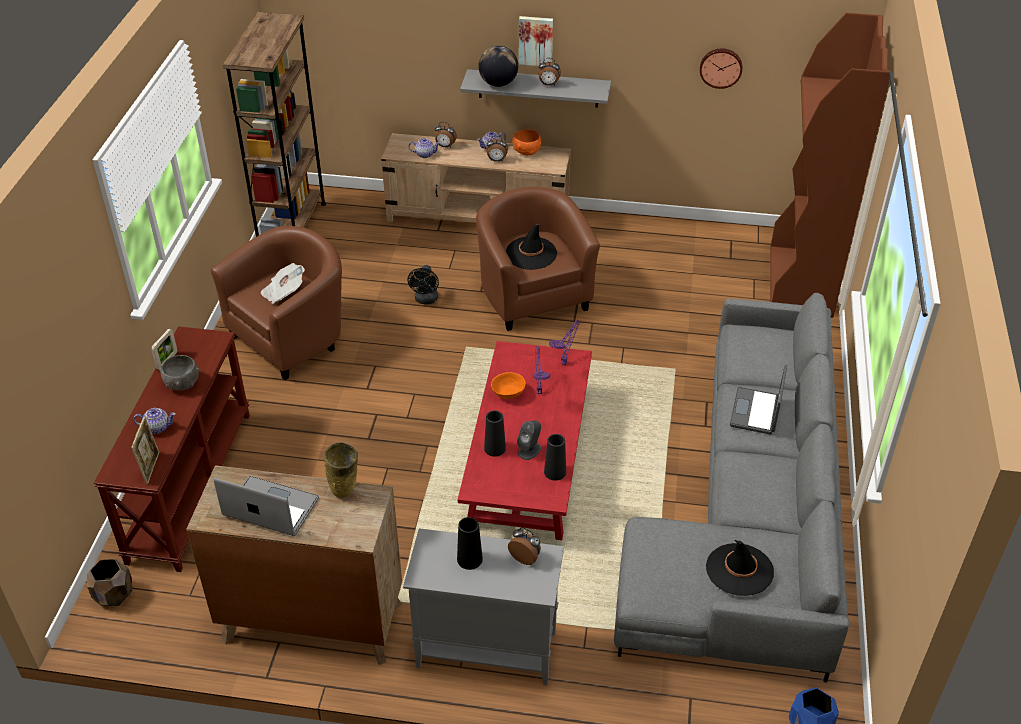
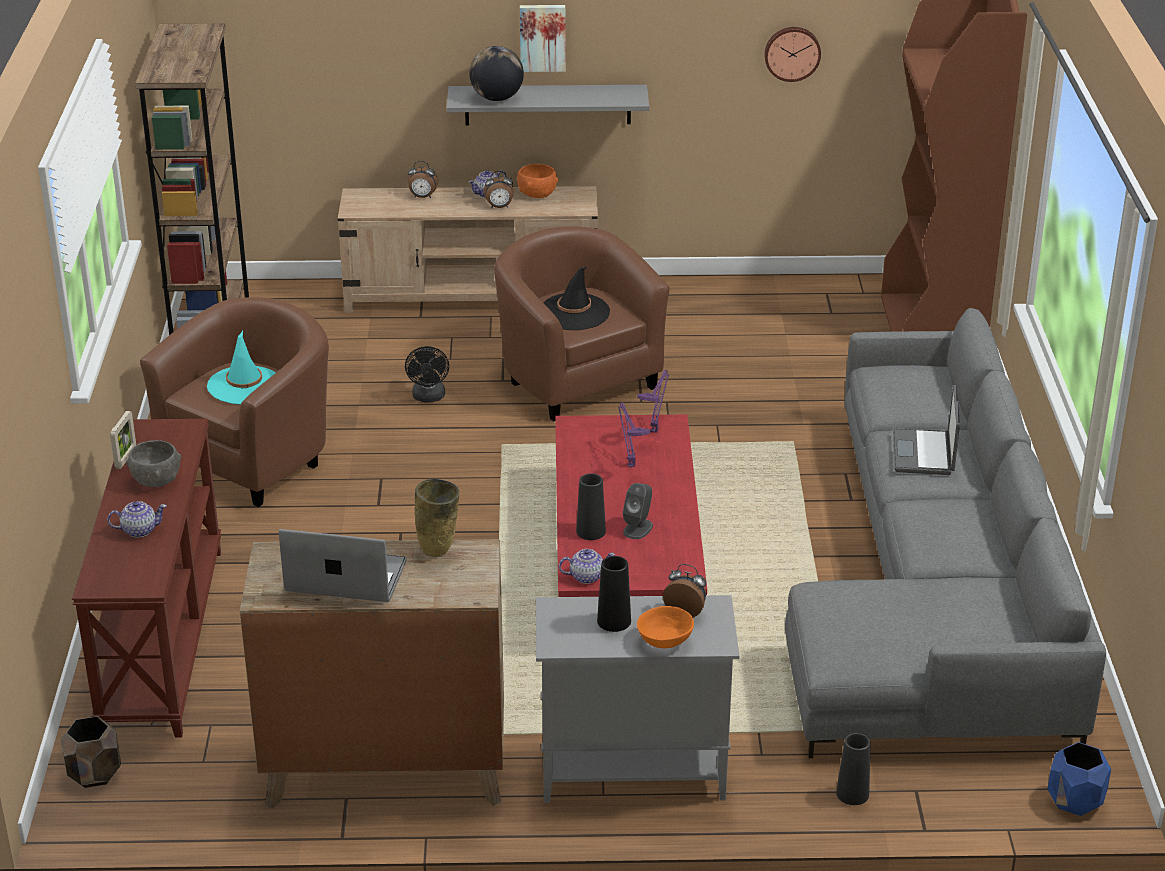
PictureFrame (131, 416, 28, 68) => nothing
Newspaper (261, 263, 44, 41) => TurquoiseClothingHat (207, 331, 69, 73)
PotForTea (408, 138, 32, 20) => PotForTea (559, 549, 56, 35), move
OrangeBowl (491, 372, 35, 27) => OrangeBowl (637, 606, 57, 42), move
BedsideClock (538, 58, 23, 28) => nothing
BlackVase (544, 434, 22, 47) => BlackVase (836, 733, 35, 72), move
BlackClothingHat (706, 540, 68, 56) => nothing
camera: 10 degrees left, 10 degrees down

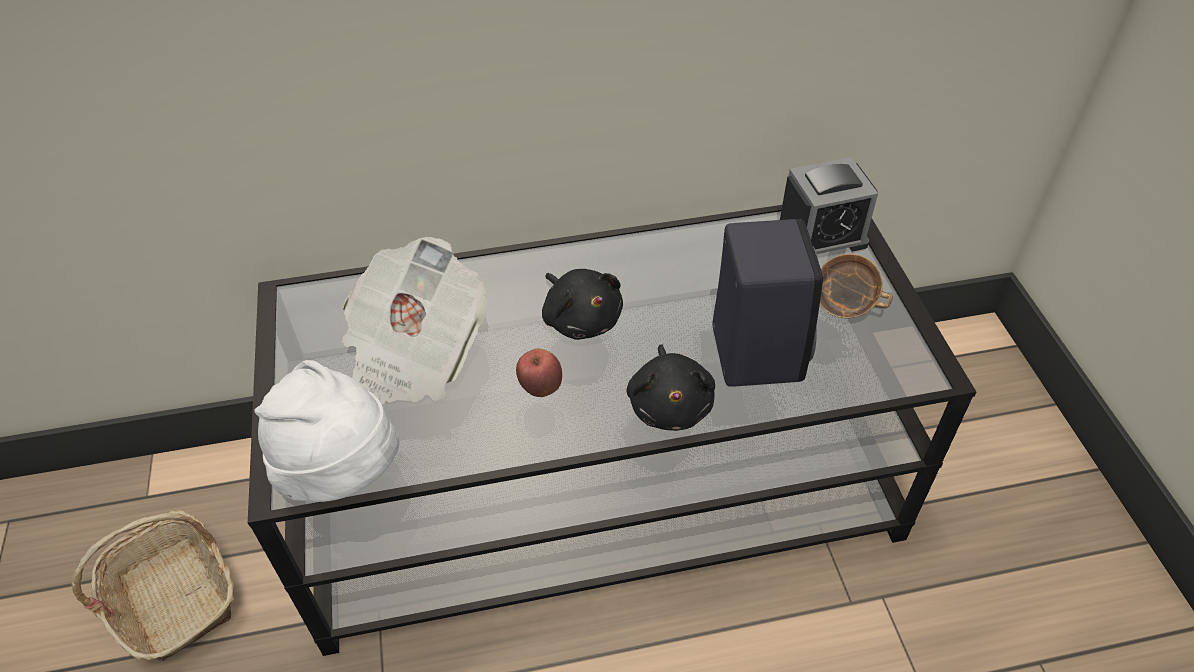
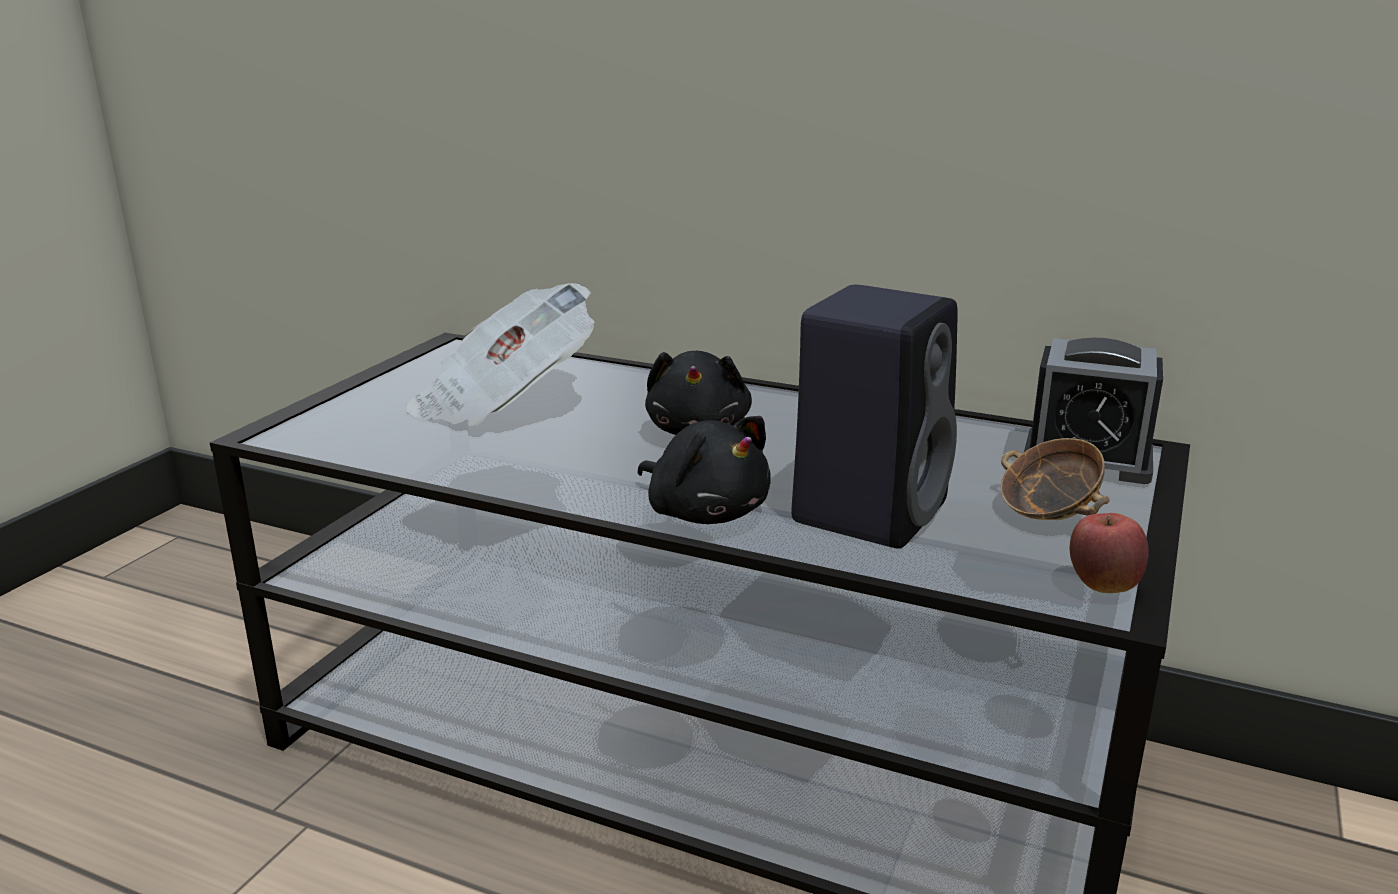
Basket (72, 510, 162, 151) => nothing
WhiteClothingHat (255, 360, 144, 142) => nothing
Apple (516, 348, 46, 49) => Apple (1070, 513, 79, 80), move
BlackPlushToy (627, 344, 88, 87) => BlackPlushToy (637, 416, 134, 108), 75 degrees counterclockwise
camera: 35 degrees right, 25 degrees down

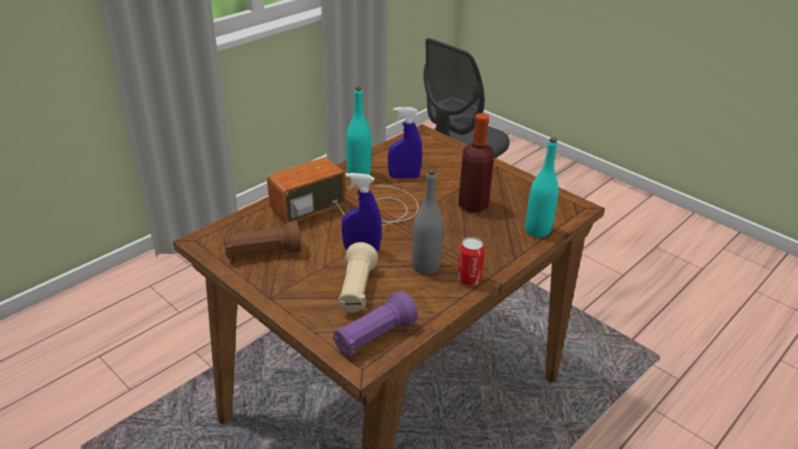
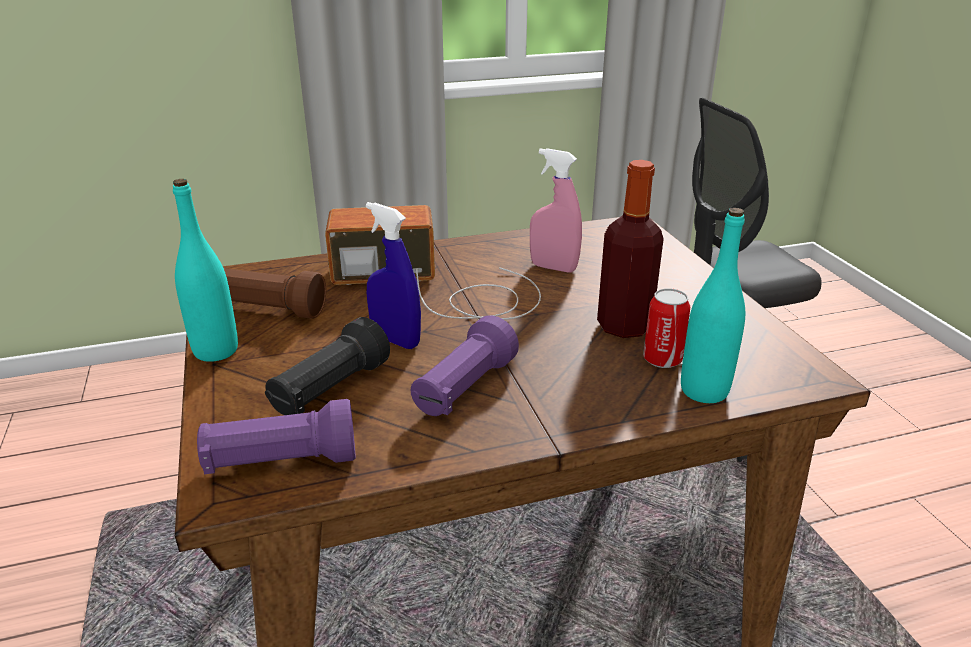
BeigeHandTorch (338, 242, 40, 71) => BlackHandTorch (265, 317, 125, 98)
TurquoiseBottle (346, 86, 25, 89) => TurquoiseBottle (173, 179, 65, 183), move
BlueColouredSprayBottle (388, 107, 34, 72) => PinkColouredSprayBottle (530, 148, 52, 125)
GreyishBottle (412, 169, 32, 106) => PurpleHandTorch (411, 315, 108, 101)
MetalCan (457, 237, 28, 49) => MetalCan (643, 288, 47, 80), move
camera: 30 degrees right, 5 degrees down

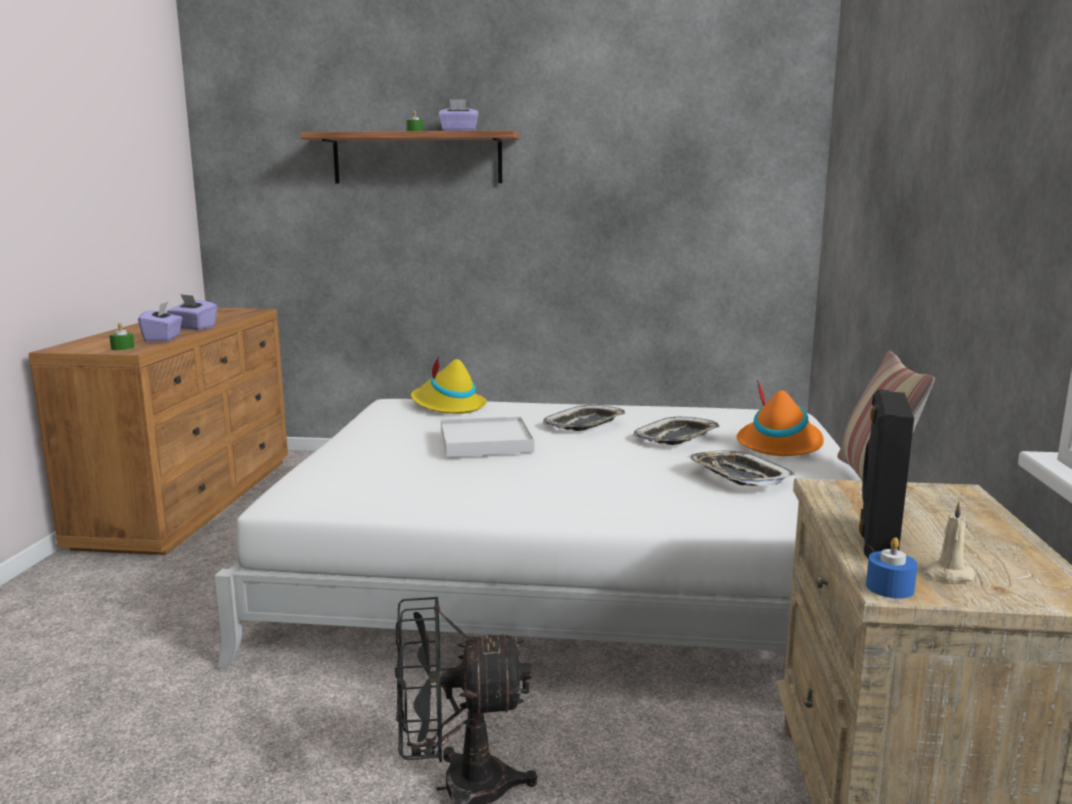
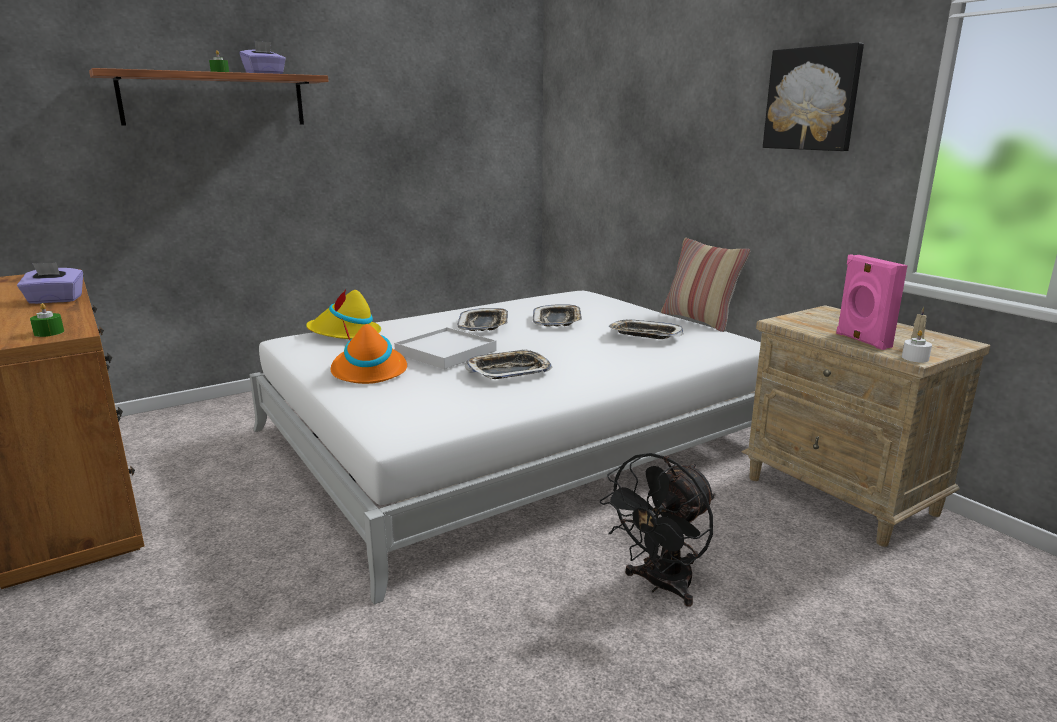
PurpleBoxOfTissues (138, 302, 44, 40) => nothing
OrangeClothingHat (737, 380, 87, 76) => OrangeClothingHat (331, 318, 76, 66), move
BlackSpeaker (859, 389, 55, 170) => PinkColouredSpeaker (836, 254, 72, 96)
BlueColouredWaxCandle (866, 537, 52, 62) => WhiteWaxCandle (902, 330, 30, 33)
nothing => Tray (465, 349, 87, 30)
nothing => Picture (763, 43, 101, 108)
camera: 40 degrees left, 5 degrees up

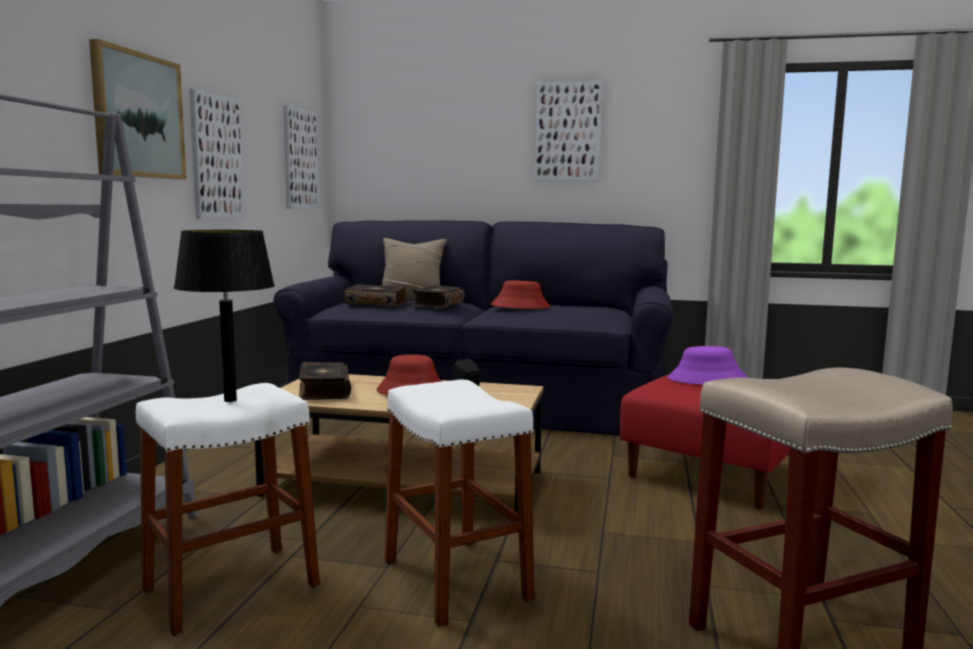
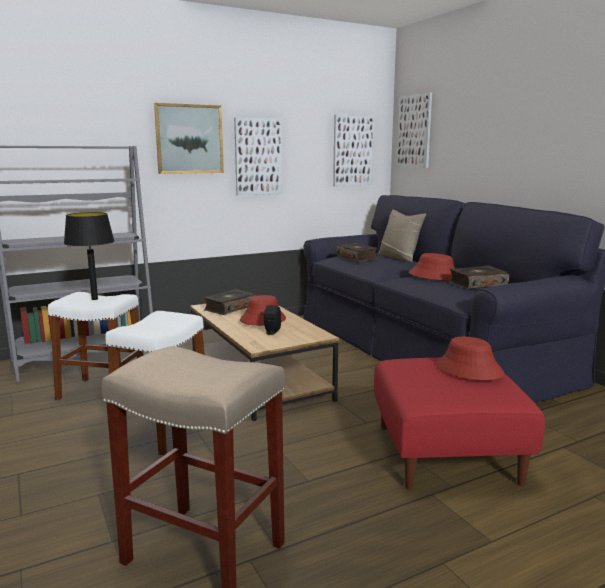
Volume (412, 285, 52, 23) => Volume (449, 265, 60, 24), move
Picture (535, 81, 67, 100) => Picture (397, 92, 35, 76), move
PurpleClothingHat (668, 346, 80, 39) => RedColouredClothingHat (436, 337, 68, 43)
camera: 50 degrees right, 5 degrees up

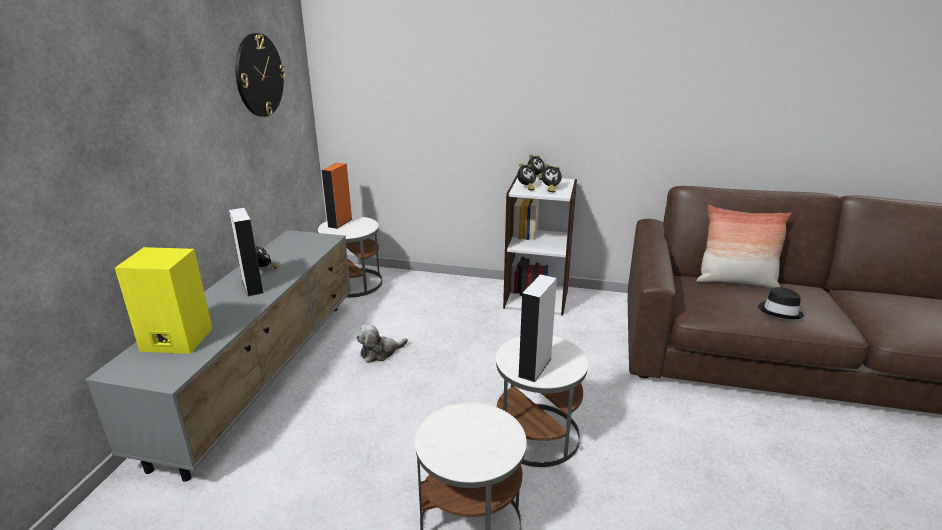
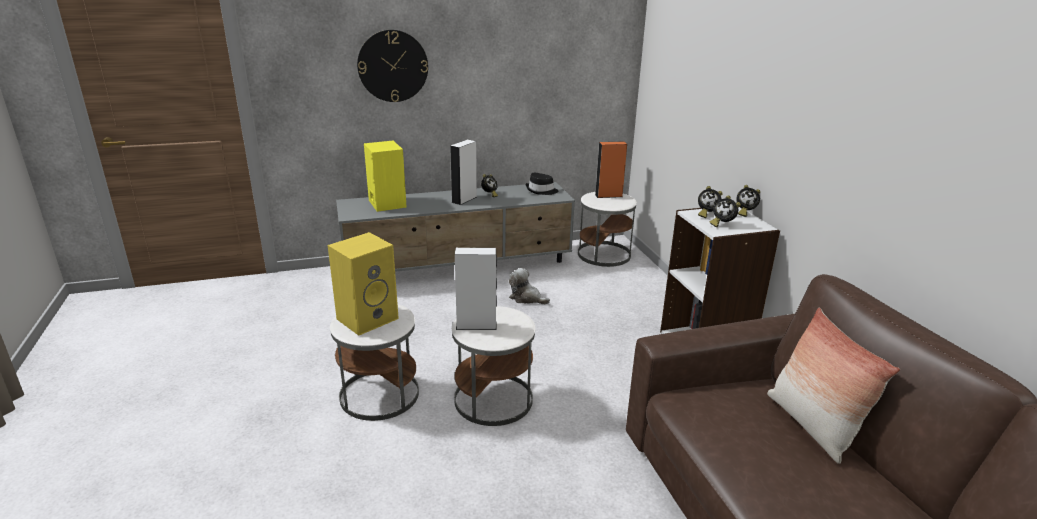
WallClock (235, 33, 50, 84) => WallClock (357, 30, 71, 72), move
BlackClothingHat (758, 287, 46, 32) => BlackClothingHat (526, 173, 32, 22), move
nothing => YellowColouredSpeaker (328, 232, 71, 104)
camera: 60 degrees right, 0 degrees up

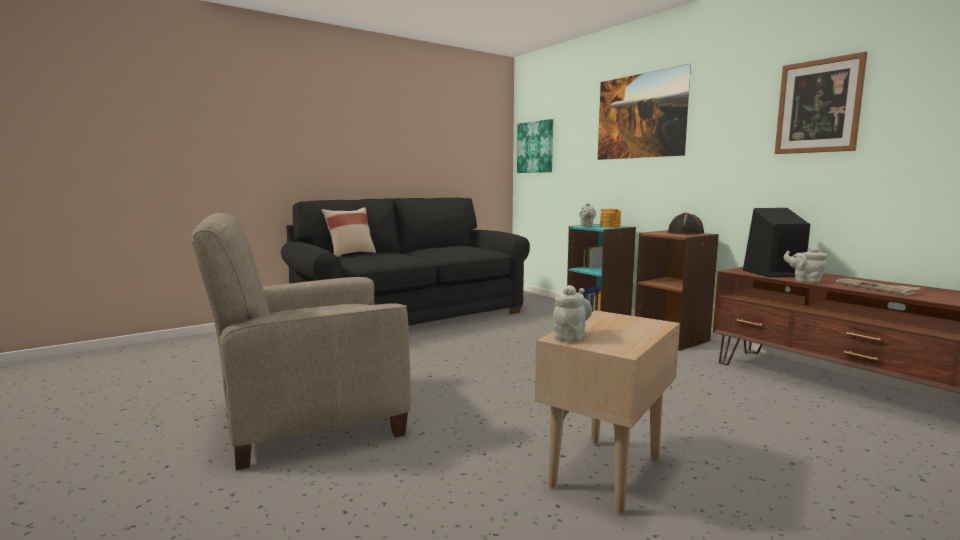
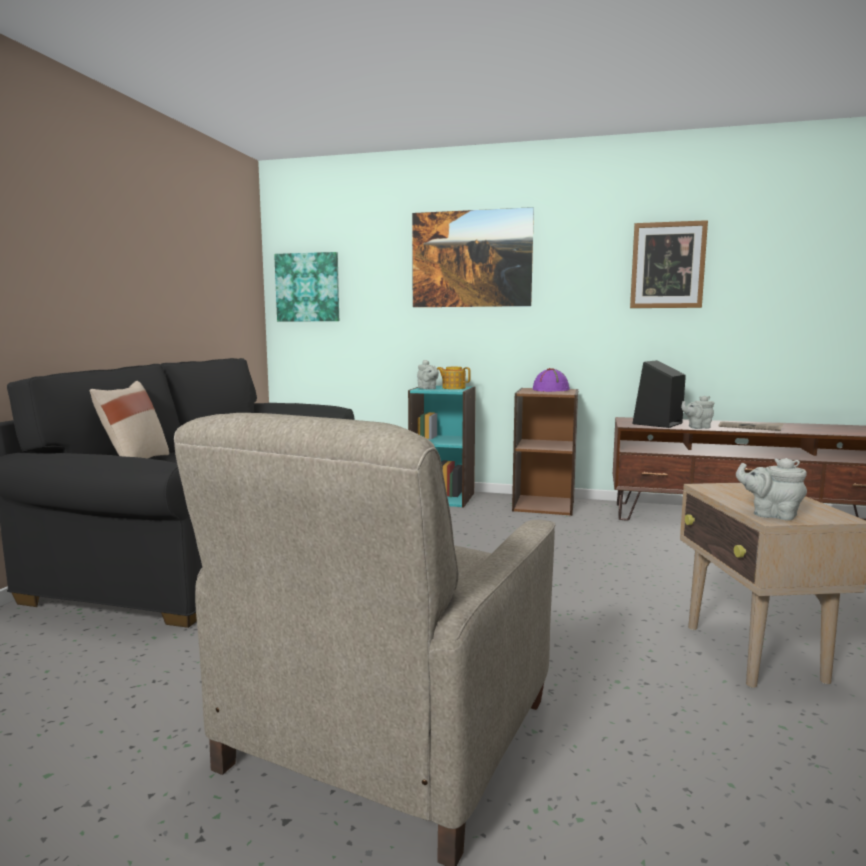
GreyishPotForTea (553, 285, 39, 57) => GreyishPotForTea (736, 458, 71, 62), 45 degrees counterclockwise
BlackClothingHat (668, 213, 36, 21) => PurpleClothingHat (533, 368, 37, 24)
camera: 40 degrees left, 0 degrees up

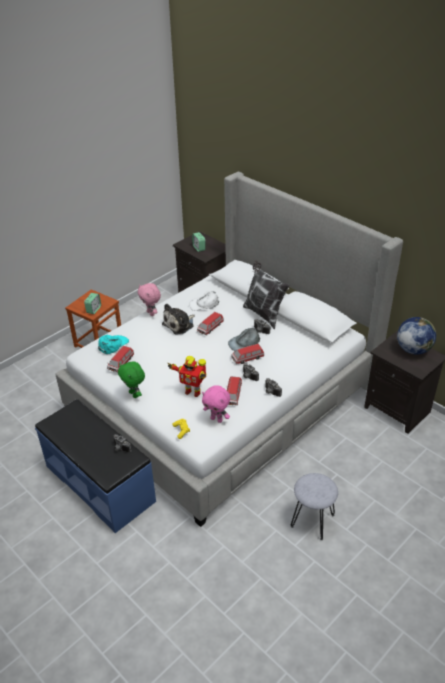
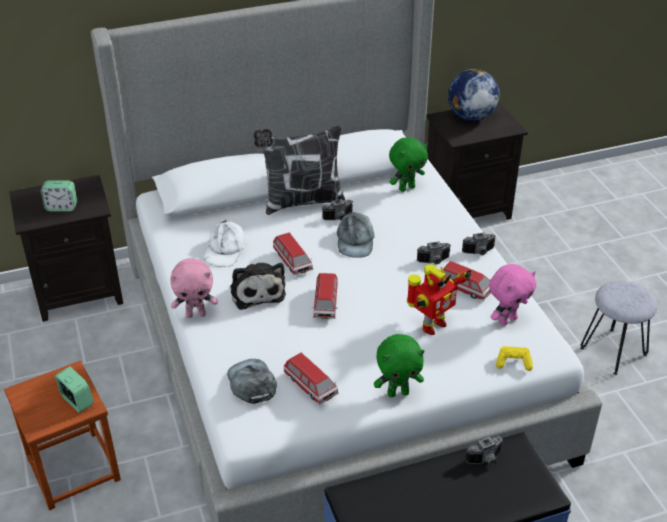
TurquoisePeakedCap (98, 335, 31, 19) => GreyishPeakedCap (227, 359, 50, 45)
MiniatureCar (231, 344, 33, 20) => MiniatureCar (312, 273, 26, 46), move
nothing => GreenishPlushToy (389, 137, 39, 55)
camera: 65 degrees left, 0 degrees up

